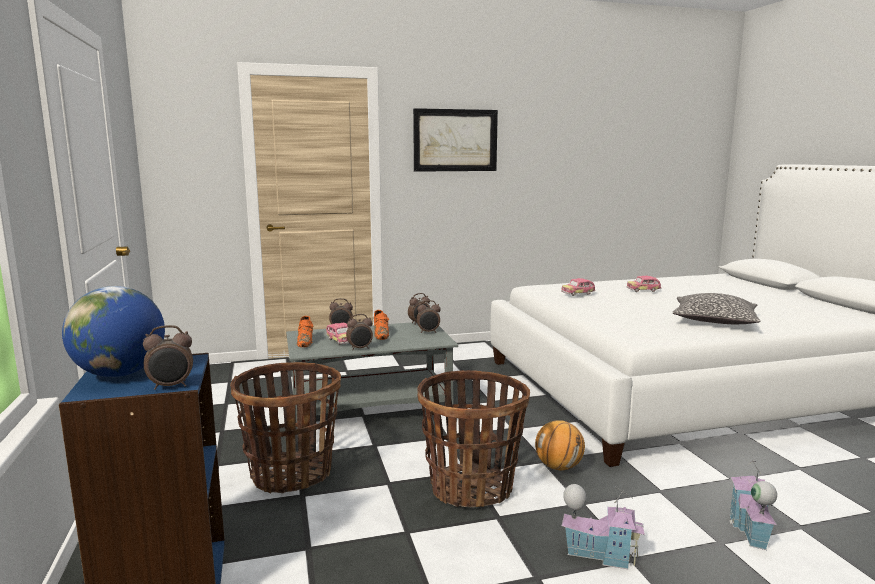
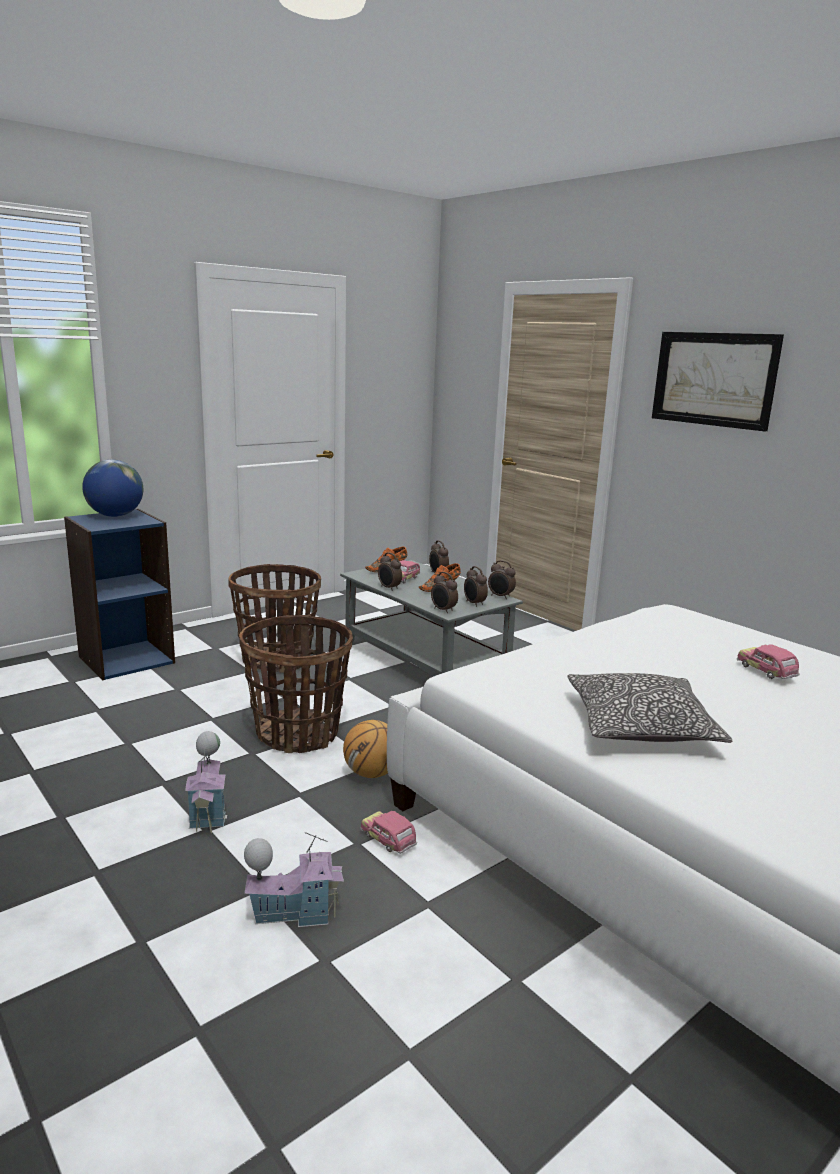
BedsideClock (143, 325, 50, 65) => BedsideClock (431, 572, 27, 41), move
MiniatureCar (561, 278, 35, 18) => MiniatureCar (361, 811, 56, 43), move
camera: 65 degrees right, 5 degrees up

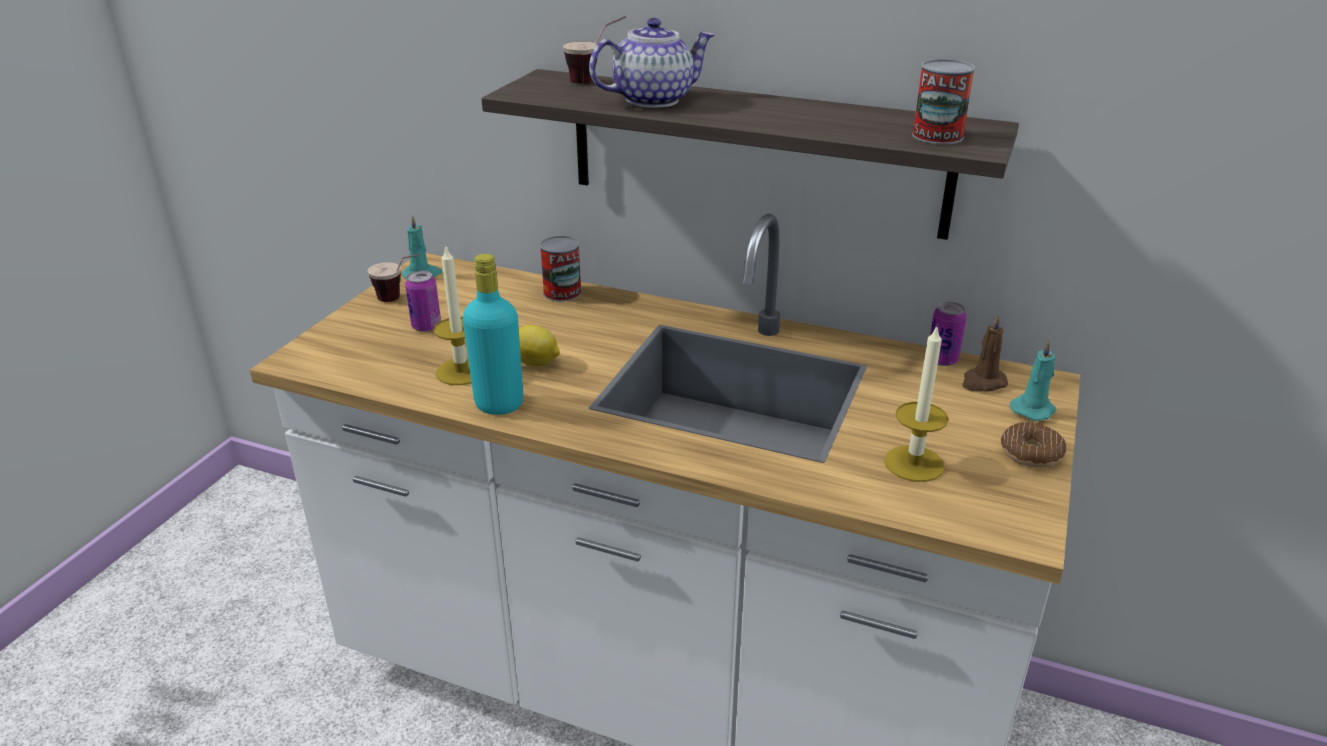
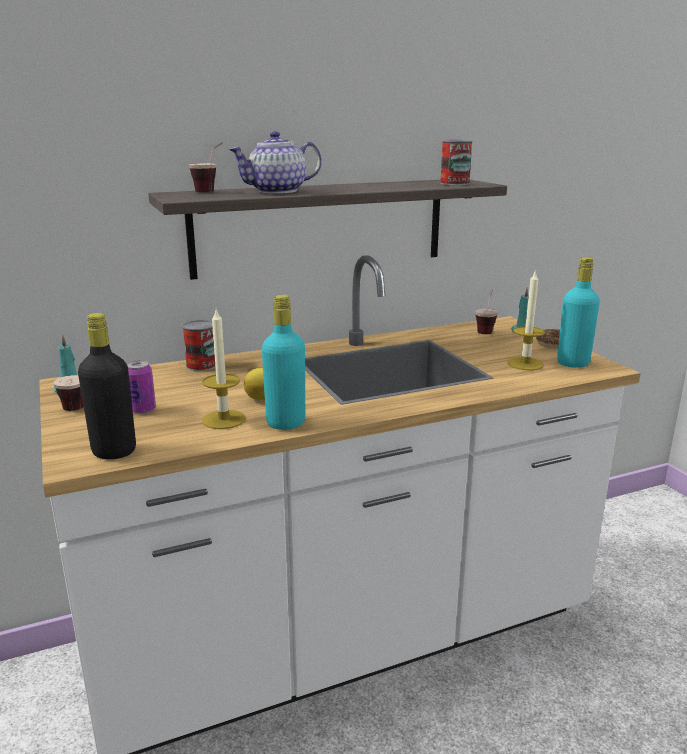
PotForTea (589, 18, 126, 90) => PotForTea (228, 131, 94, 63), 135 degrees counterclockwise
MetalCan (930, 302, 37, 64) => nothing
BrownColouredWaxCandle (962, 314, 46, 78) => DrinkingCup (475, 289, 23, 45)
nothing => BlackBottle (78, 313, 58, 146)
nothing => TurquoiseBottle (557, 257, 43, 111)
camera: 45 degrees left, 10 degrees down

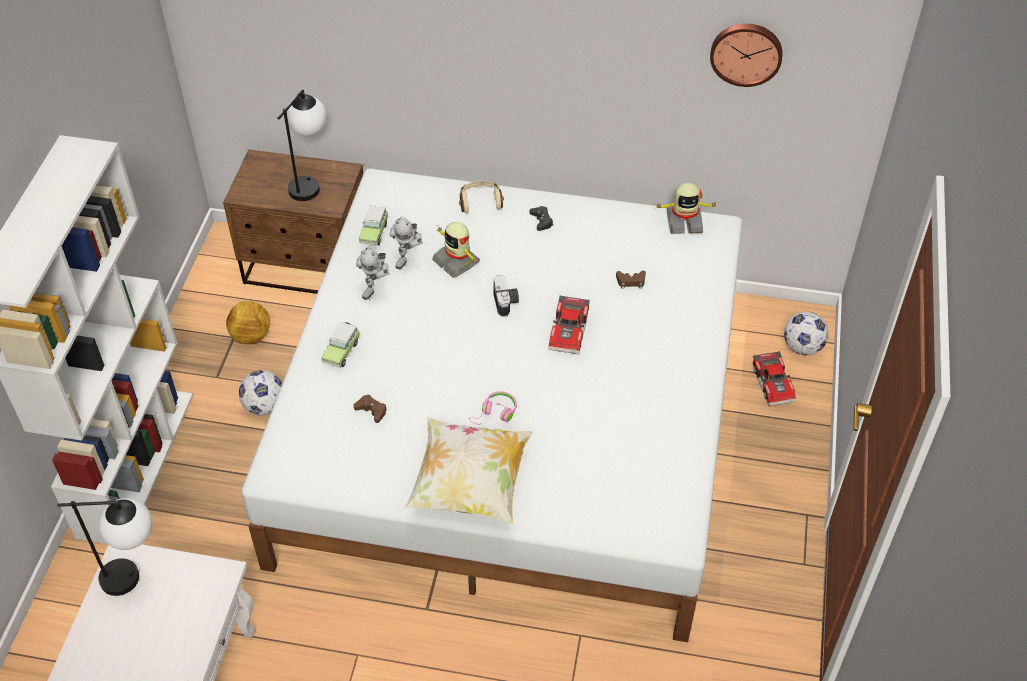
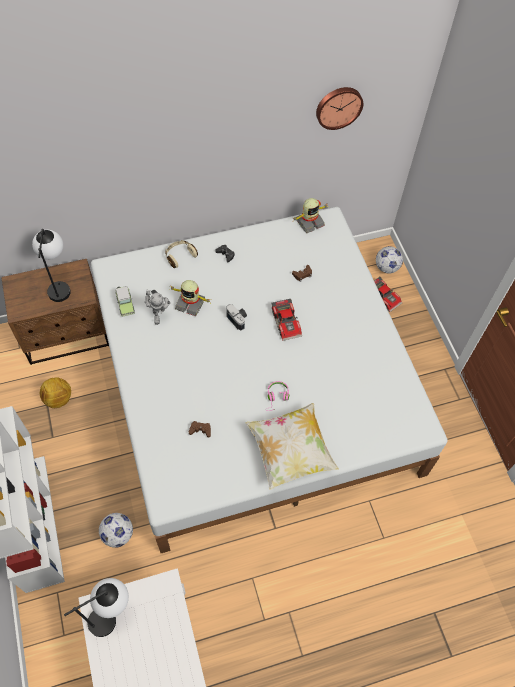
FootballBall (239, 370, 43, 46) => FootballBall (99, 513, 34, 35), move
MiniatureCar (321, 322, 39, 46) => nothing
ToyRobot (356, 245, 34, 55) => nothing
camera: 30 degrees left, 10 degrees up

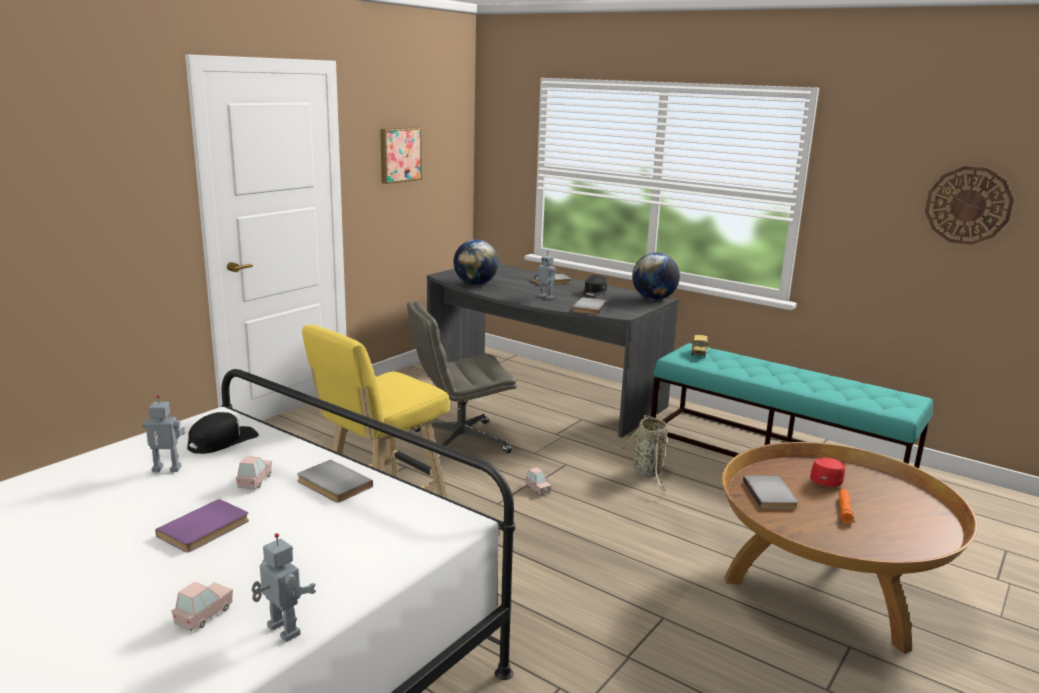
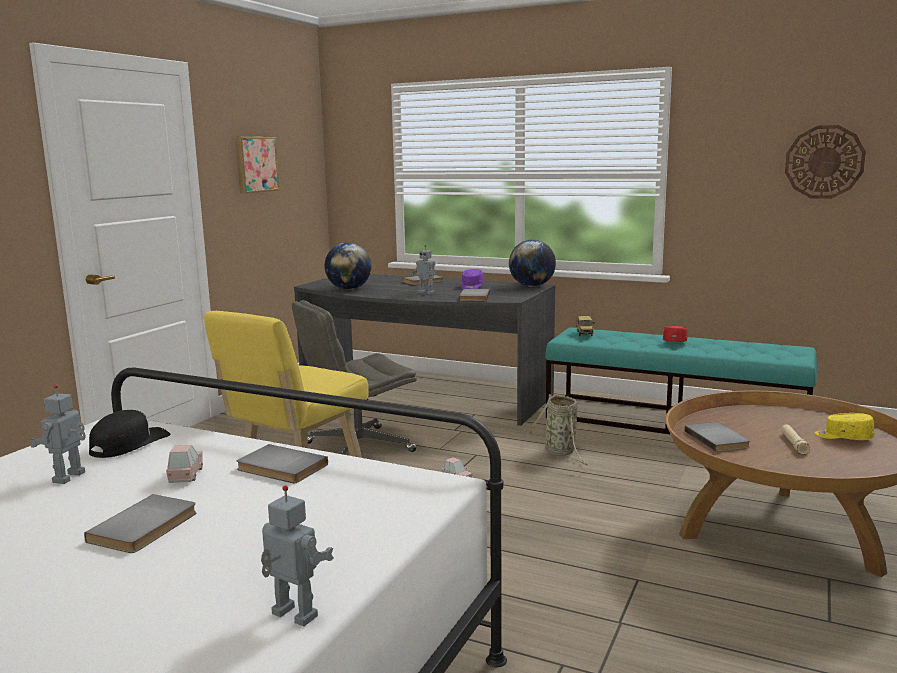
ToyRobot (142, 395, 43, 77) => ToyRobot (30, 385, 56, 99), 60 degrees counterclockwise
PurpleVolume (155, 499, 94, 53) => GreyishVolume (84, 494, 112, 59)
PinkColouredMiniatureCar (172, 582, 61, 49) => nothing
BlackPeakedCap (583, 275, 24, 22) => PurplePeakedCap (461, 269, 23, 20)
RedColouredPeakedCap (810, 457, 35, 30) => RedColouredPeakedCap (663, 326, 25, 16), move
OrangeHandTorch (839, 489, 15, 35) => BeigeHandTorch (781, 424, 29, 30)
nothing => YellowColouredPeakedCap (815, 413, 59, 27)
camera: 10 degrees left, 5 degrees down

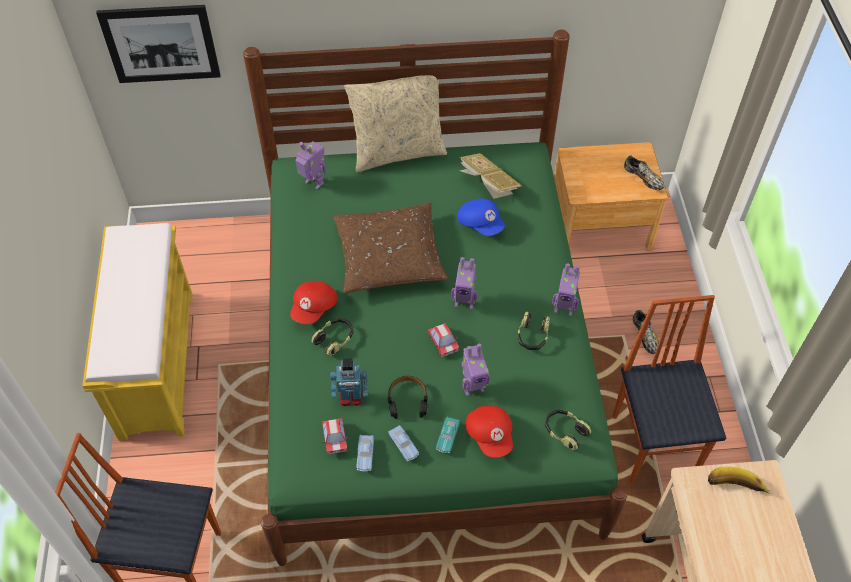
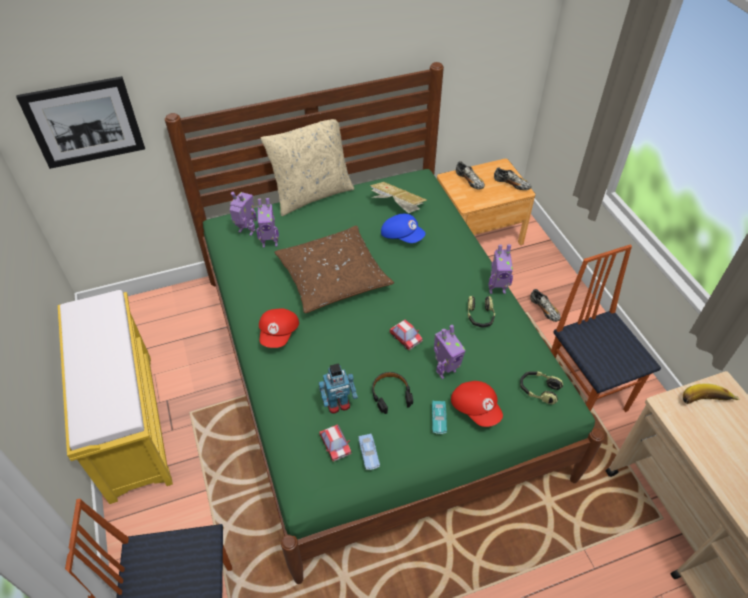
Headphones (311, 318, 42, 38) => nothing
BlueColouredMiniatureCar (388, 425, 31, 36) => nothing
ToyRobot (451, 257, 26, 52) => ToyRobot (256, 198, 23, 49), move
nothing => Shoe (456, 161, 29, 29)
camera: 15 degrees left, 5 degrees down

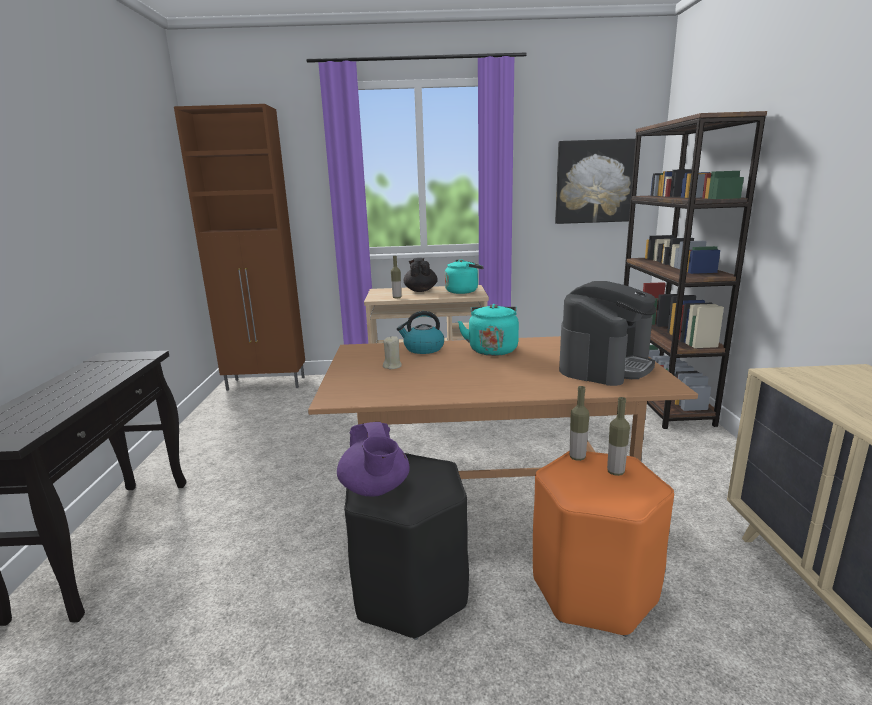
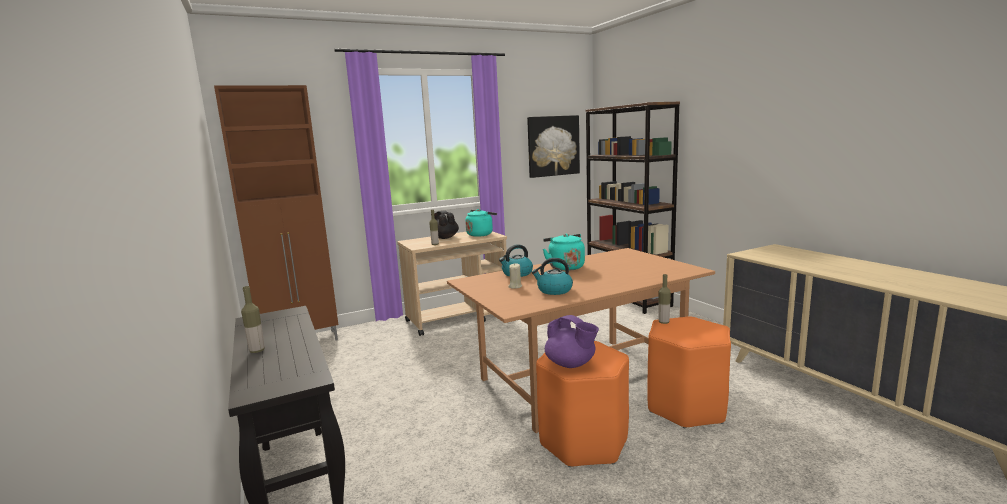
BlackStool (344, 453, 125, 187) => OrangeStool (536, 341, 93, 126)
CoffeeMaker (559, 281, 97, 105) => nothing
Bottle (607, 397, 23, 79) => Bottle (241, 286, 24, 67), move
nothing => Kettle (532, 258, 41, 37)
camera: 25 degrees left, 5 degrees down

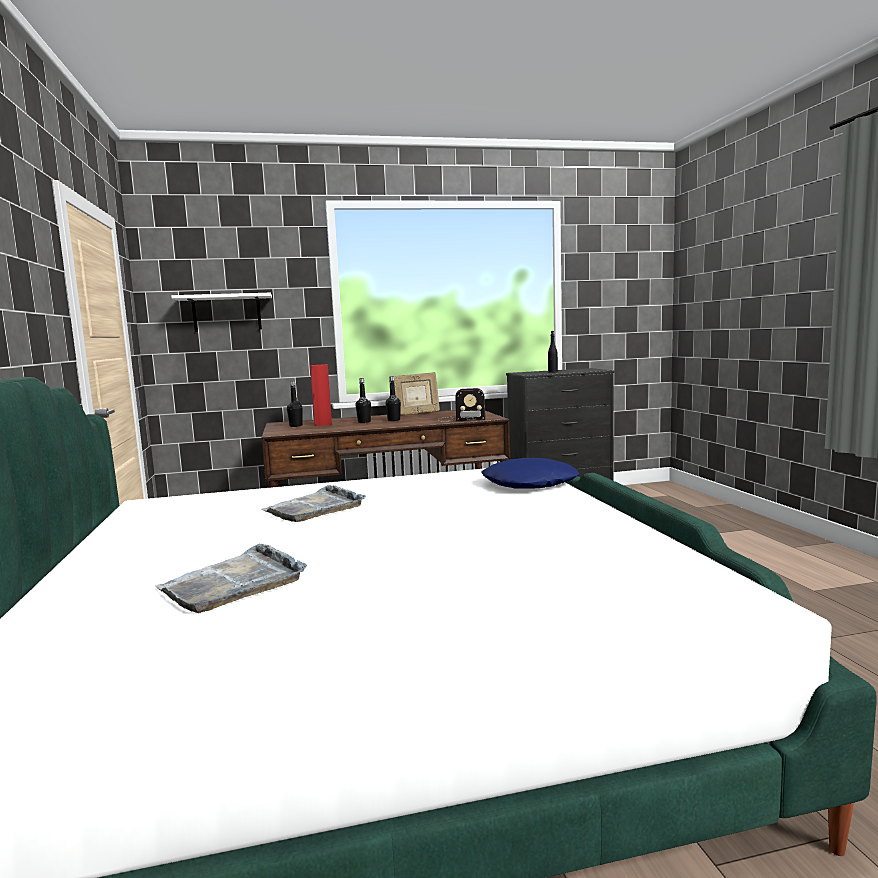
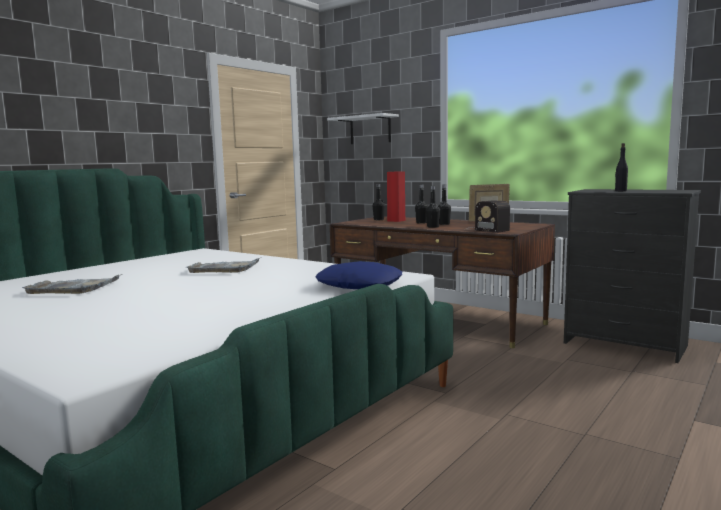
nothing => BlackBottle (426, 186, 14, 42)
camera: 50 degrees right, 0 degrees up

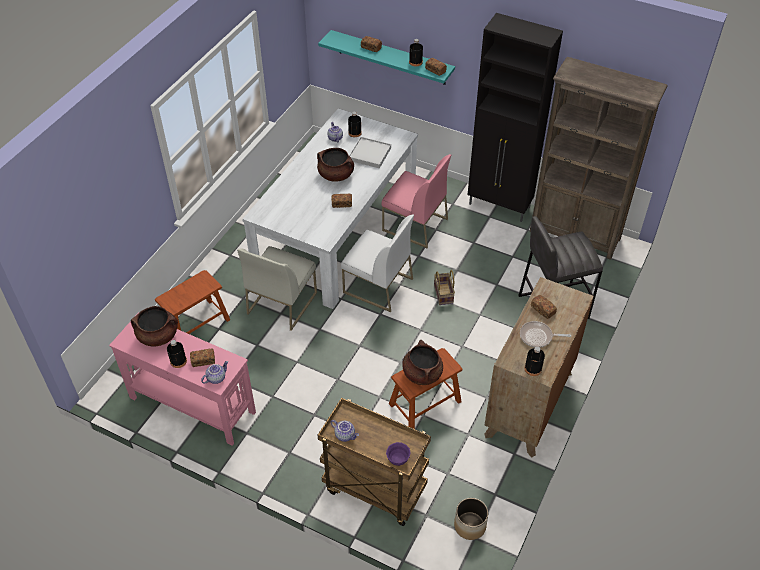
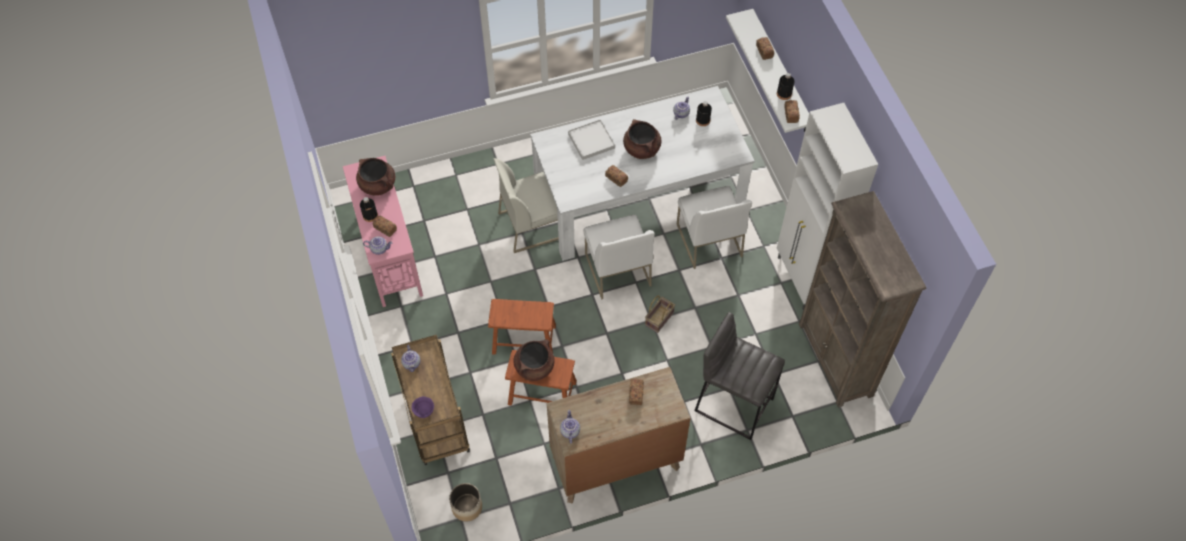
BrownColouredStool (155, 270, 75, 64) => BrownColouredStool (488, 299, 68, 56), move
TurquoiseShelf (318, 30, 137, 55) => WhiteShelf (726, 9, 83, 124)
WhiteTray (349, 137, 42, 32) => WhiteTray (568, 119, 47, 41), move
PinkColouredPlainChair (382, 154, 69, 94) => WhitePlainChair (677, 186, 75, 83)
BlackStorageCabinet (468, 13, 95, 209) => WhiteStorageCabinet (777, 103, 101, 207)
FryingPan (520, 321, 51, 26) => nothing
BlackBottle (524, 346, 21, 30) => PotForTea (560, 410, 20, 34)
camera: 45 degrees right, 10 degrees up

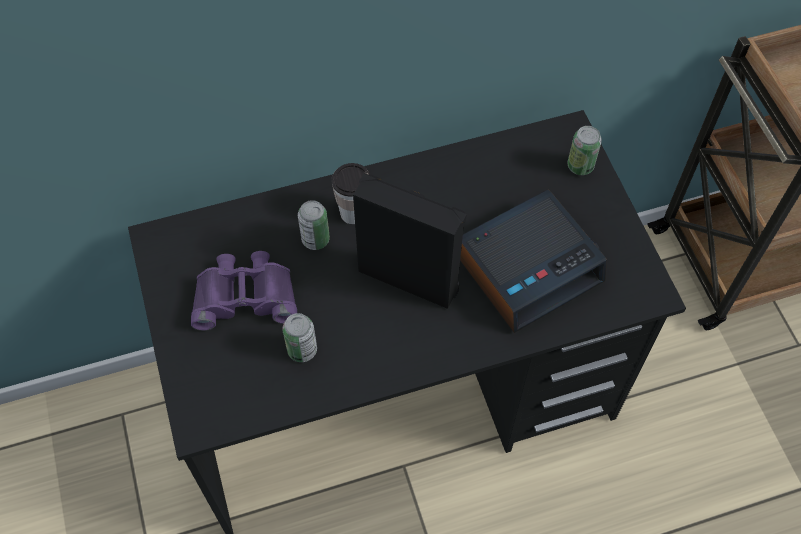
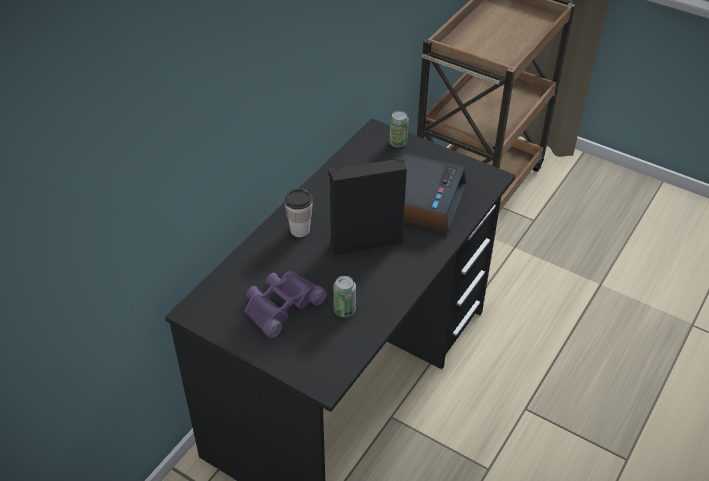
MetalCan (298, 200, 32, 50) => nothing
camera: 40 degrees left, 15 degrees down

